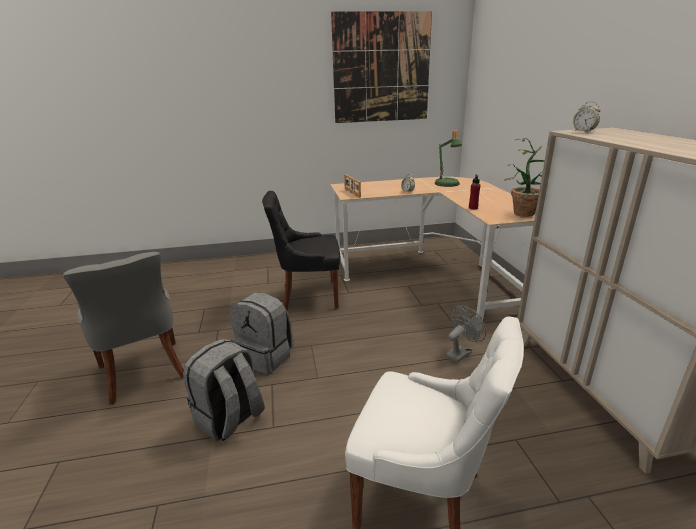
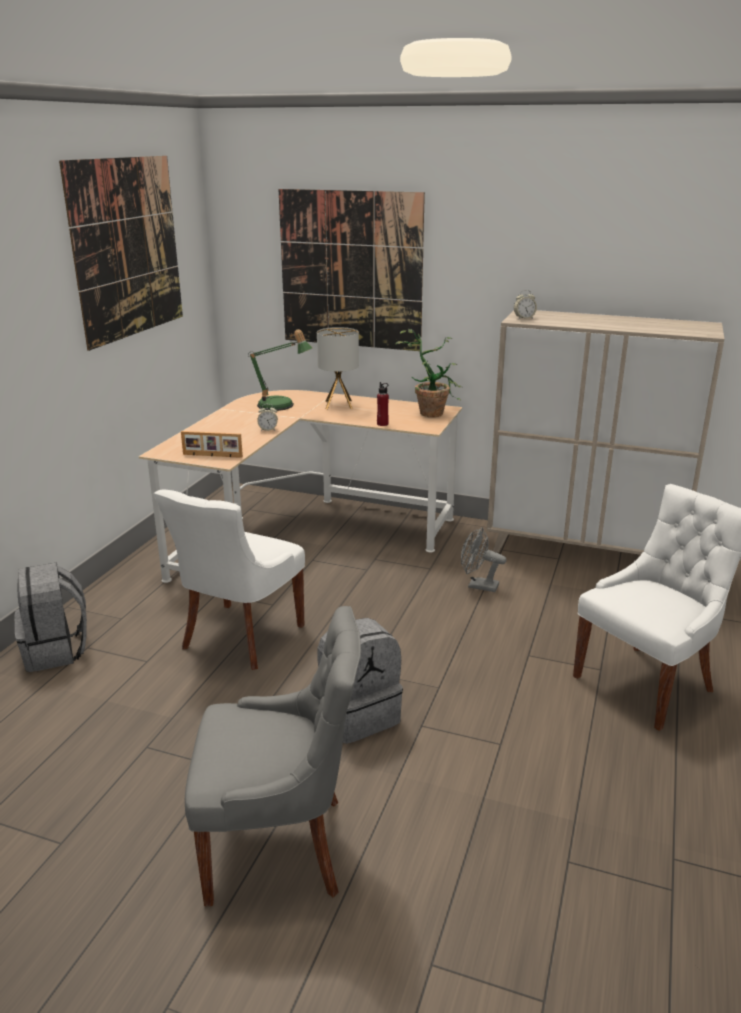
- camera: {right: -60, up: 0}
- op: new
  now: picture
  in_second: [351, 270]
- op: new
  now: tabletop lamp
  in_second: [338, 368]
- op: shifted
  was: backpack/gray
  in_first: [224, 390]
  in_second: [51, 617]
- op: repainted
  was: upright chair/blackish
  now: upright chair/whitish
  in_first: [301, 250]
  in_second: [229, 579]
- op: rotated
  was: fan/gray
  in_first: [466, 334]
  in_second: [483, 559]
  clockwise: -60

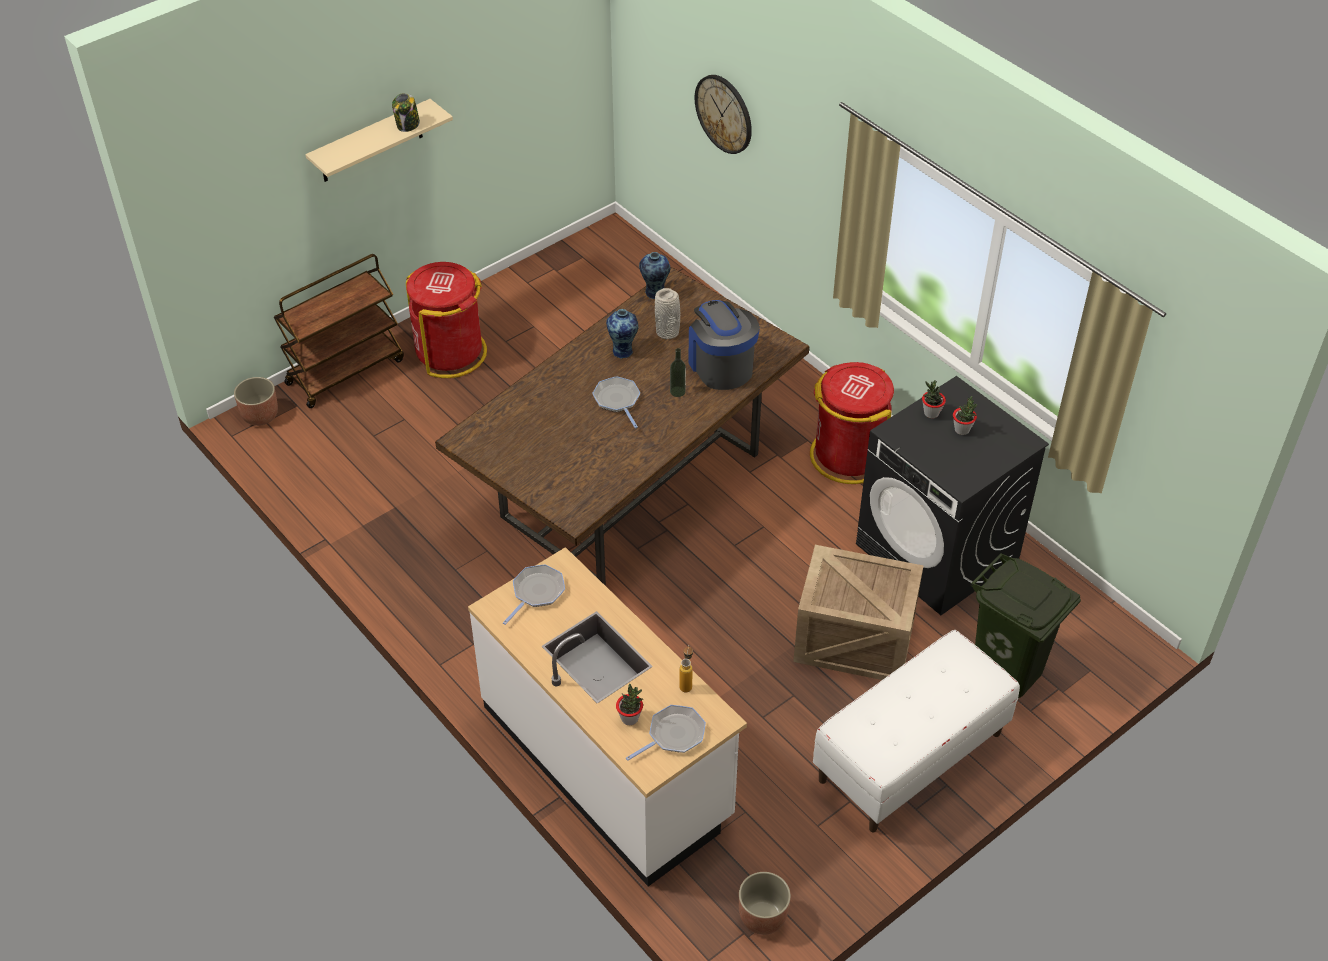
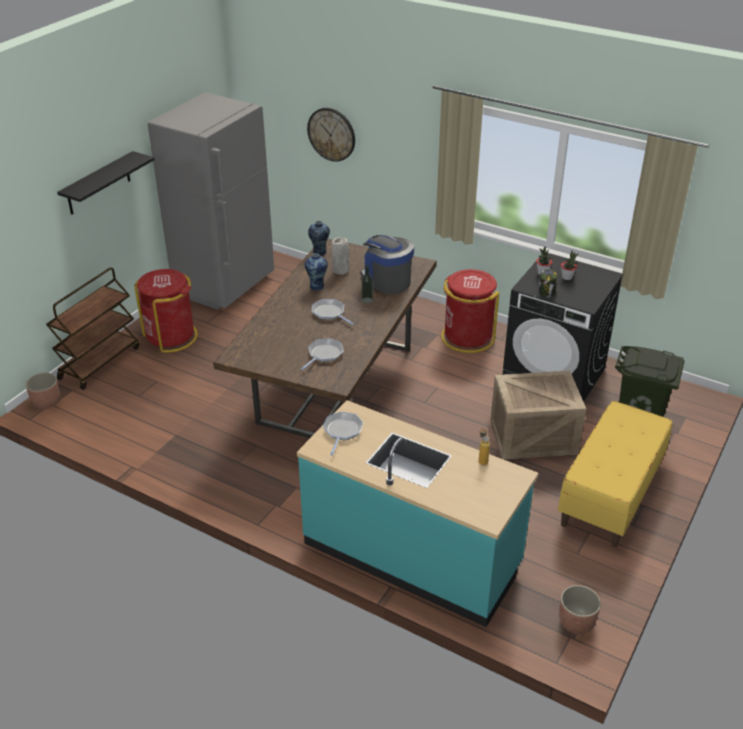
- camera: {right: -20, up: -10}
- op: gone
  was: plant in a pot
  in_first: [629, 704]
- op: new
  now: kitchen fridge/gray
  in_second: [211, 201]
- op: shifted
  was: storage jar
  in_first: [406, 112]
  in_second: [548, 283]
- op: shifted
  was: pan
  in_first: [666, 733]
  in_second: [322, 354]
- op: repainted
  was: shelf/sand-coloured
  now: shelf/blackish
  in_first: [379, 140]
  in_second: [105, 182]
- op: repainted
  was: counter/whitish
  now: counter/turquoise
  in_first: [607, 716]
  in_second: [417, 513]
- op: repainted
  was: indoor bench/whitish
  now: indoor bench/yellow-coloured
  in_first: [916, 731]
  in_second: [615, 474]

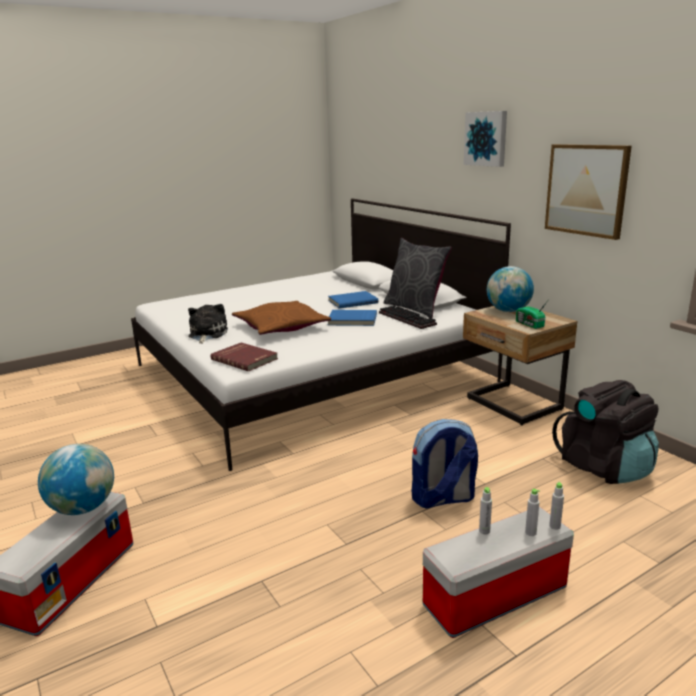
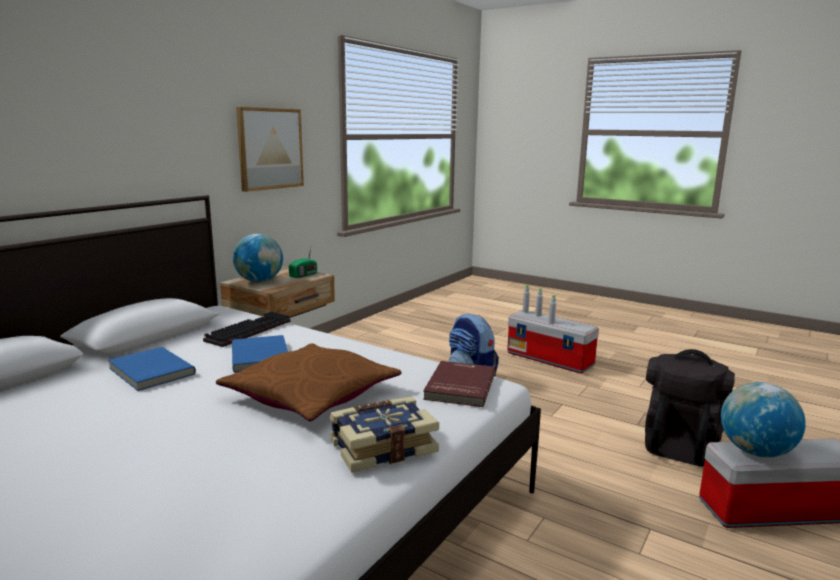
- camera: {right: -115, up: -5}
- op: gone
  was: cushion/gray
  in_first: [418, 278]
- op: gone
  was: picture
  in_first: [485, 139]
- op: shifted
  was: backpack/blackish
  in_first: [605, 432]
  in_second: [690, 408]
- op: swapped
  was: soft toy
  now: book
  in_first: [208, 324]
  in_second: [384, 434]

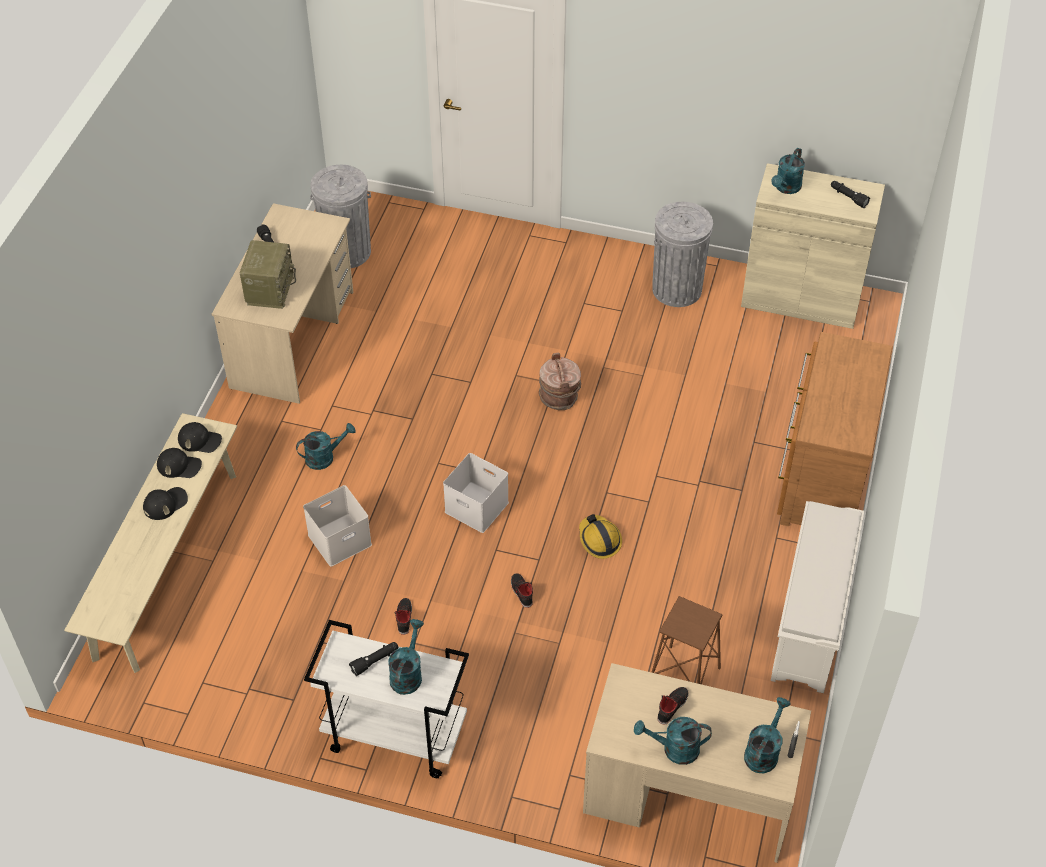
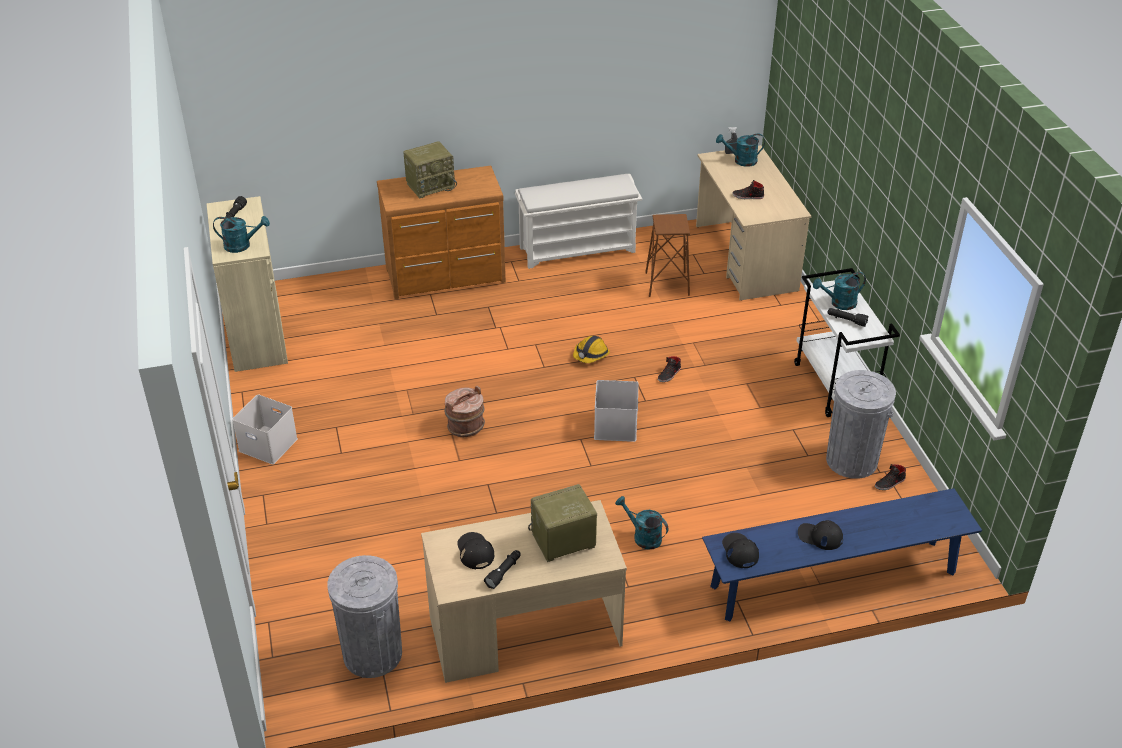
- camera: {right: -120, up: -10}
- op: gone
  was: sprinkling can/turquoise
  in_first: [673, 741]
- op: new
  now: radio
  in_second: [430, 169]
- op: shifted
  was: peaked cap/blackish
  in_first: [179, 463]
  in_second: [475, 550]
- op: shifted
  was: storage container/whitish
  in_first: [337, 525]
  in_second: [265, 429]
- op: shifted
  was: low shoe/blackish
  in_first: [403, 616]
  in_second: [890, 477]
- op: shifted
  was: trash can/gray
  in_first: [682, 254]
  in_second: [861, 424]
- op: repainted
  was: indoor bench/sand-coloured
  now: indoor bench/bluish
  in_first: [150, 543]
  in_second: [842, 554]

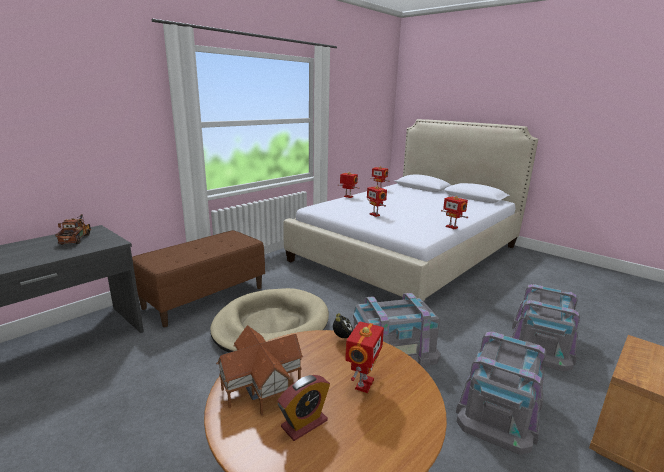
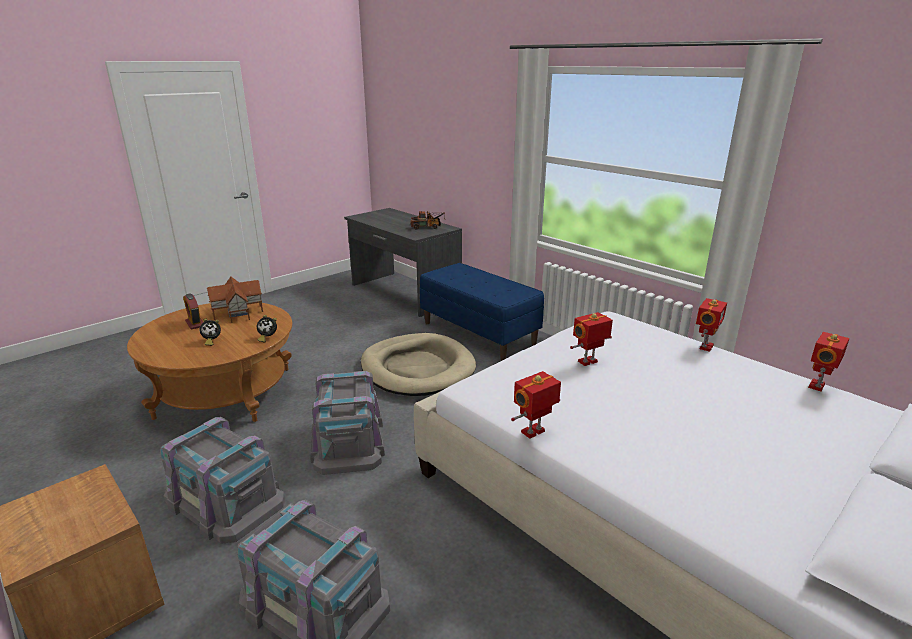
- camera: {right: 95, up: 5}
- op: swapped
  was: robot figure
  now: alarm clock
  in_first: [364, 357]
  in_second: [210, 332]
- op: repainted
  was: indoor bench/brown-coloured
  now: indoor bench/bluish
  in_first: [198, 278]
  in_second: [482, 312]

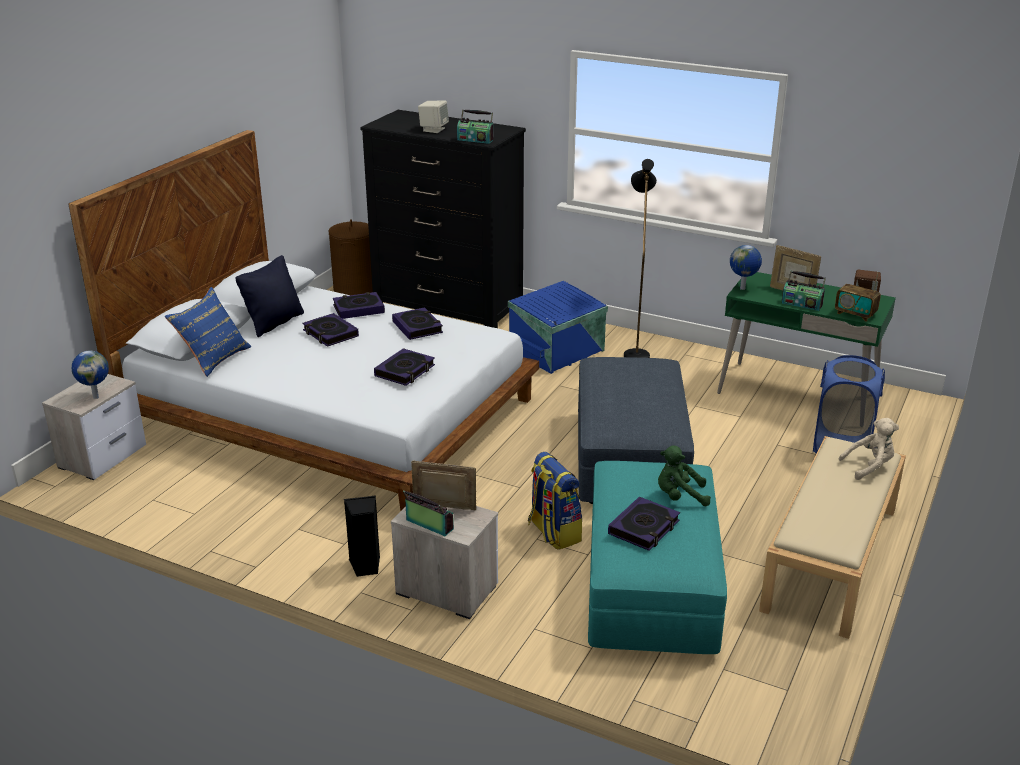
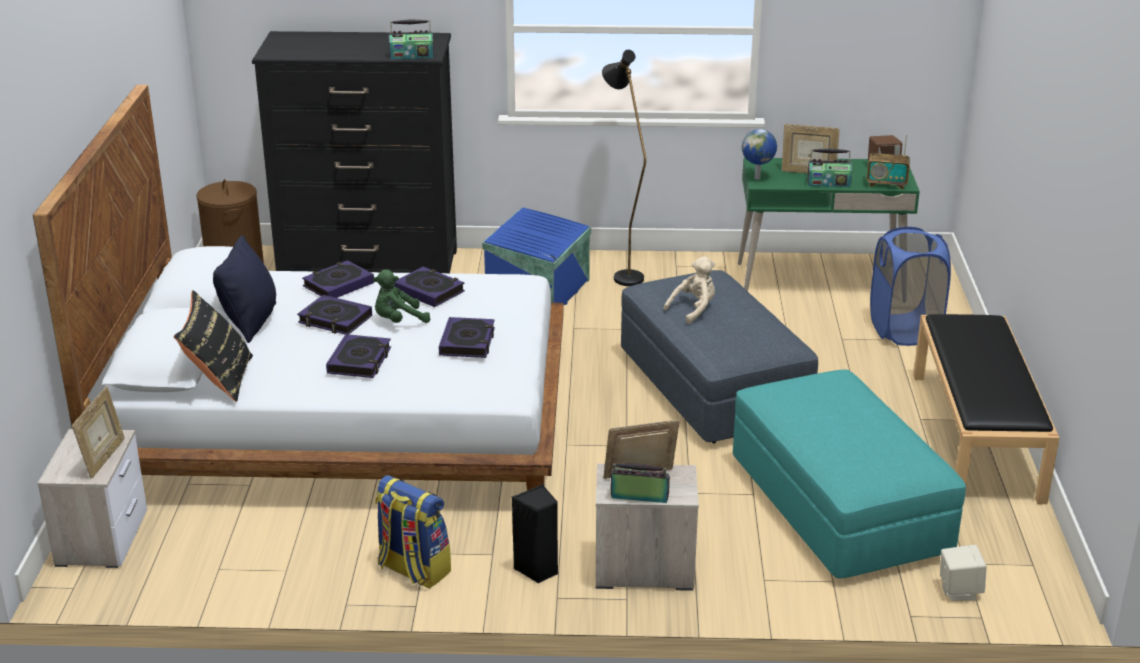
- camera: {right: -25, up: 0}
- op: shifted
  was: audio speaker/sand-coloured
  in_first: [433, 117]
  in_second: [963, 573]
- op: shifted
  was: backpack
  in_first: [555, 501]
  in_second: [413, 532]
- op: shifted
  was: book
  in_first: [644, 524]
  in_second: [358, 356]
- op: shifted
  was: soft toy/green-coloured
  in_first: [684, 475]
  in_second: [401, 296]
- op: shifted
  was: soft toy/sand-coloured
  in_first: [869, 449]
  in_second: [690, 290]
- op: swapped
  was: world globe
  now: photo frame
  in_first: [90, 374]
  in_second: [98, 432]
- op: repainted
  was: cushion/bluish
  now: cushion/blackish
  in_first: [208, 332]
  in_second: [213, 346]
- op: repainted
  was: indoor bench/sand-coloured
  now: indoor bench/blackish
  in_first: [832, 537]
  in_second: [986, 409]

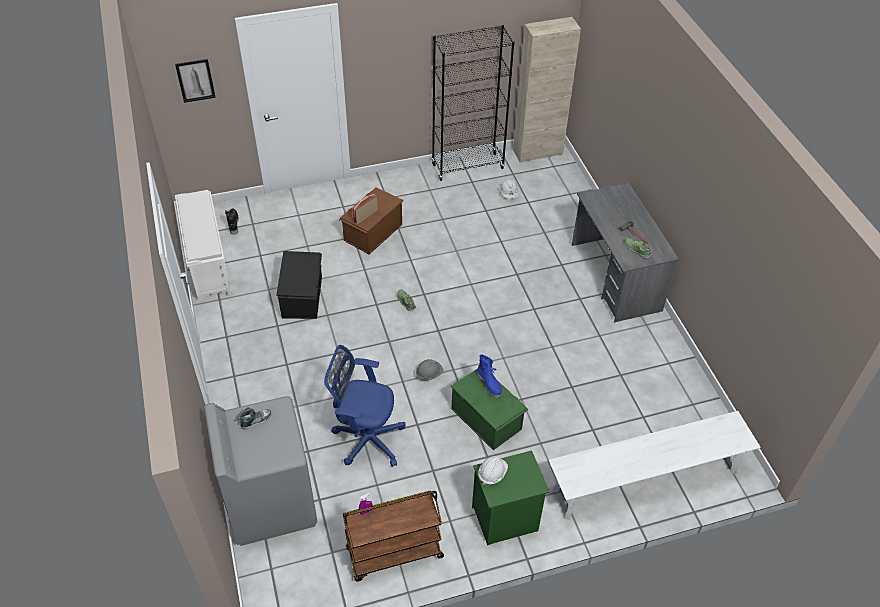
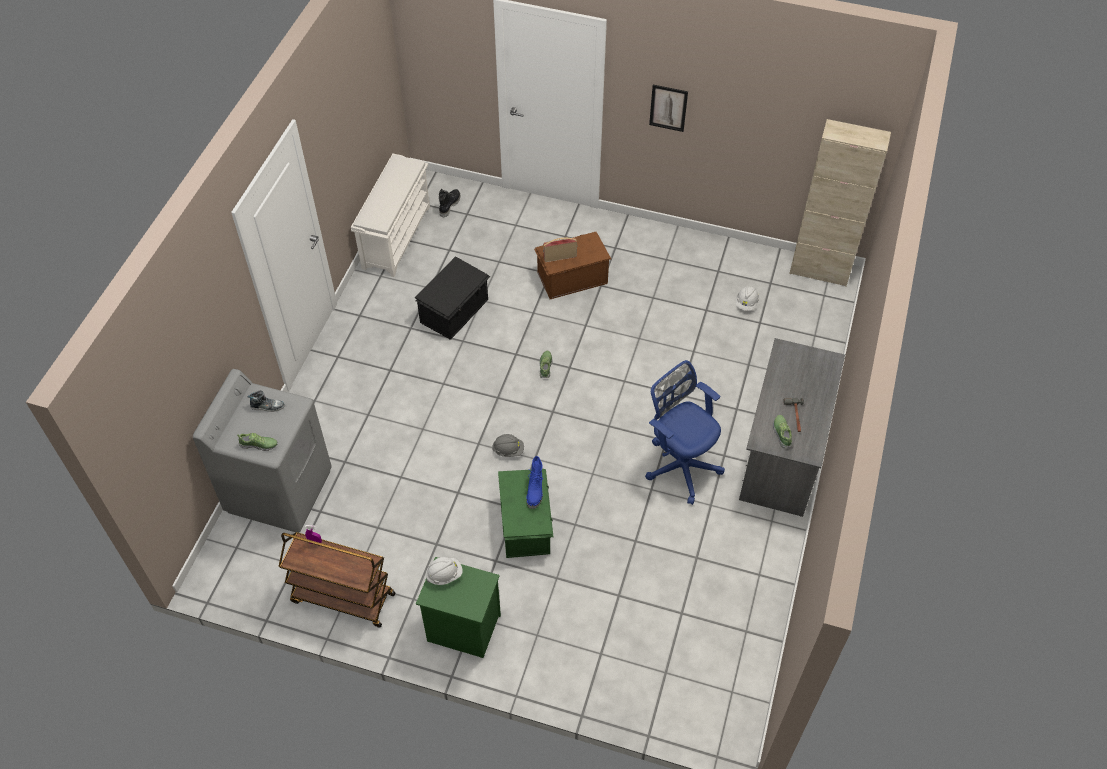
- camera: {right: 35, up: 5}
- op: gone
  was: shelving unit/blackish
  in_first: [473, 103]
- op: gone
  was: indoor bench/whitish
  in_first: [655, 465]
- op: new
  now: low shoe
  in_second: [257, 442]
- op: shifted
  was: picture
  in_first: [195, 81]
  in_second: [668, 108]
- op: shifted
  was: office chair/bluish
  in_first: [365, 406]
  in_second: [685, 432]

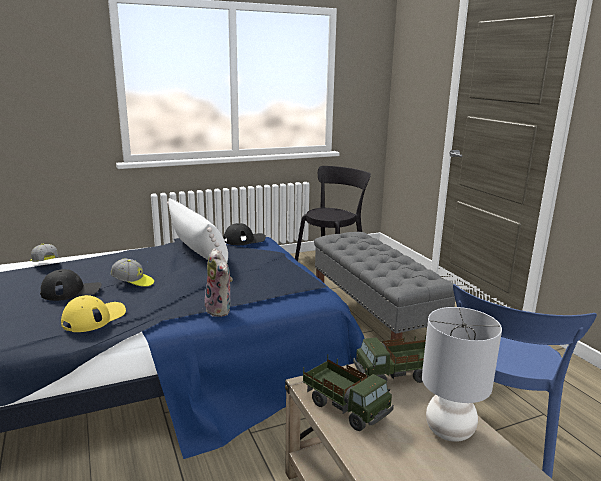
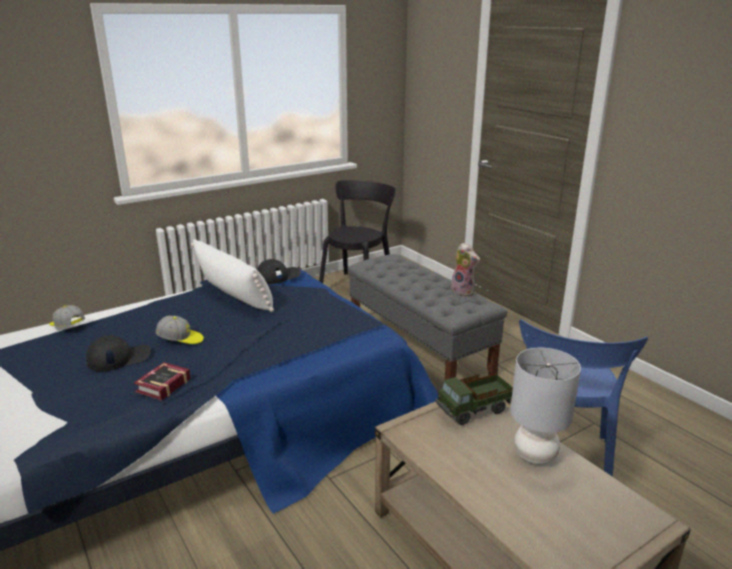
- camera: {right: -10, up: 5}
- op: gone
  was: model truck
  in_first: [348, 392]
- op: shifted
  was: soft toy
  in_first: [219, 282]
  in_second: [465, 270]
- op: swapped
  was: peaked cap/yellow-coloured
  now: book
  in_first: [93, 313]
  in_second: [162, 381]

